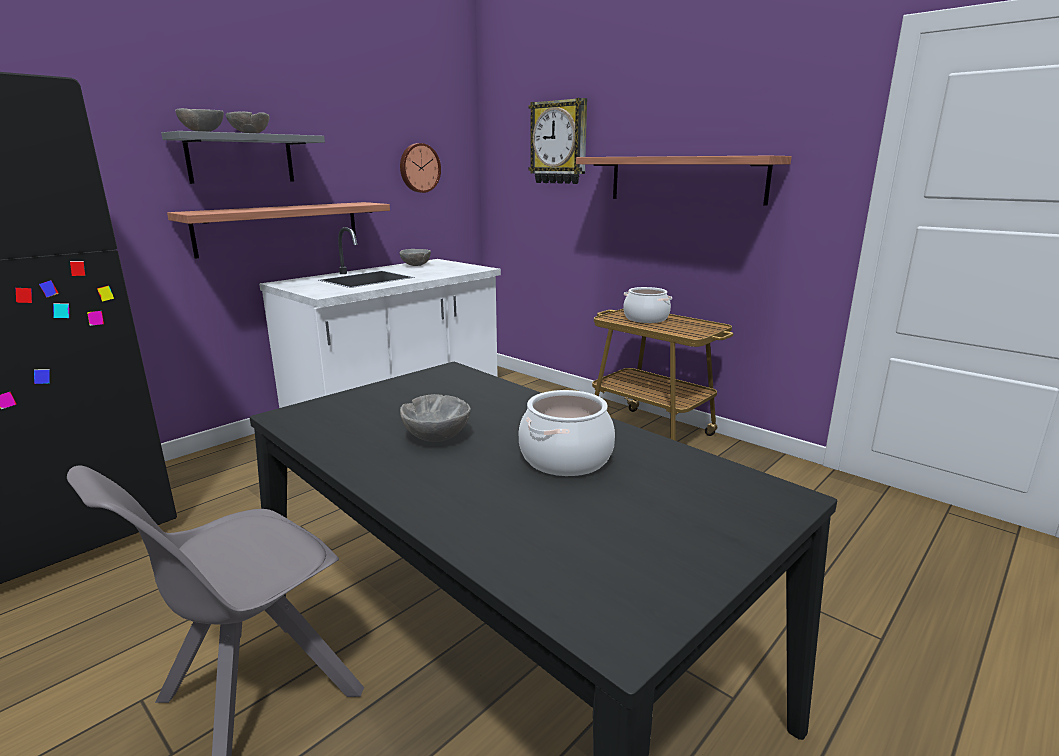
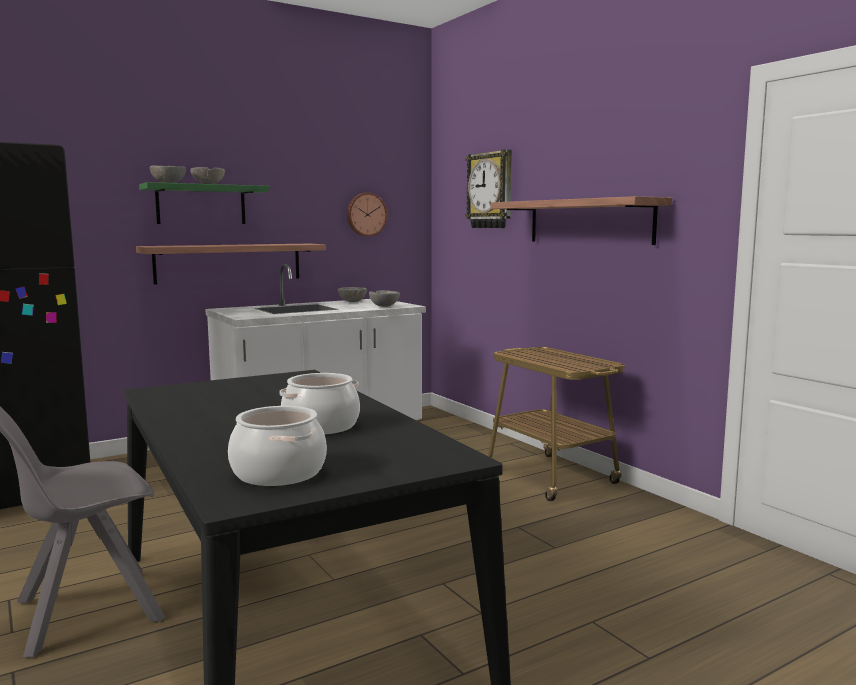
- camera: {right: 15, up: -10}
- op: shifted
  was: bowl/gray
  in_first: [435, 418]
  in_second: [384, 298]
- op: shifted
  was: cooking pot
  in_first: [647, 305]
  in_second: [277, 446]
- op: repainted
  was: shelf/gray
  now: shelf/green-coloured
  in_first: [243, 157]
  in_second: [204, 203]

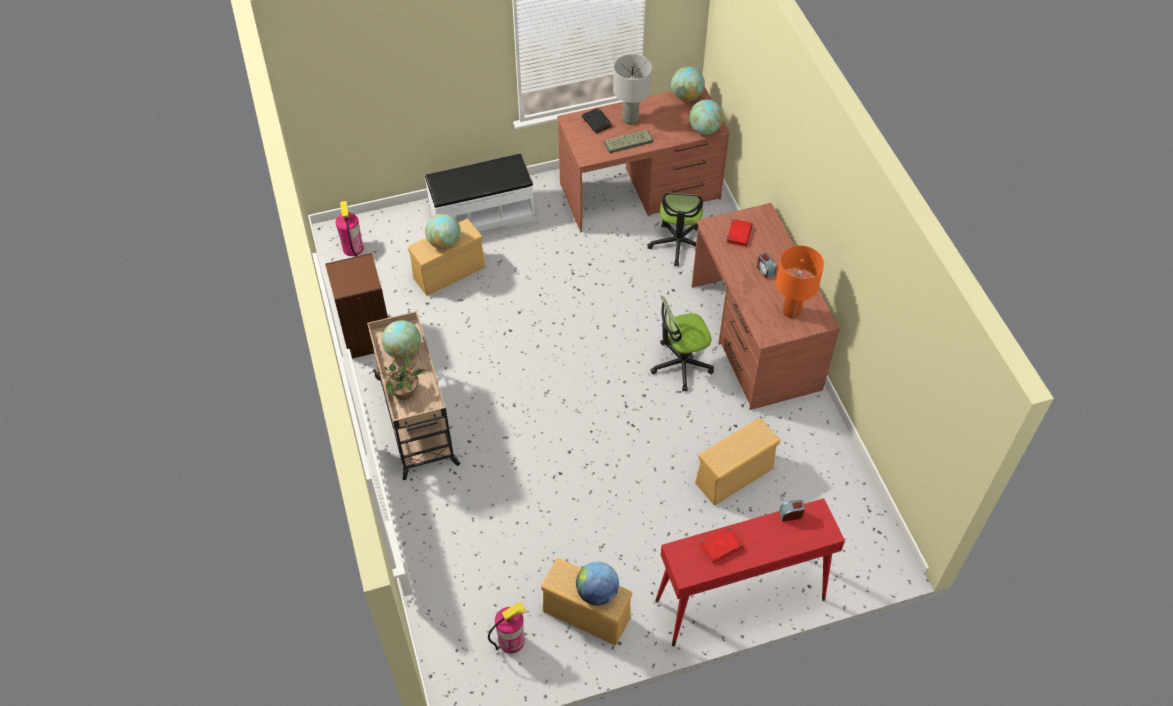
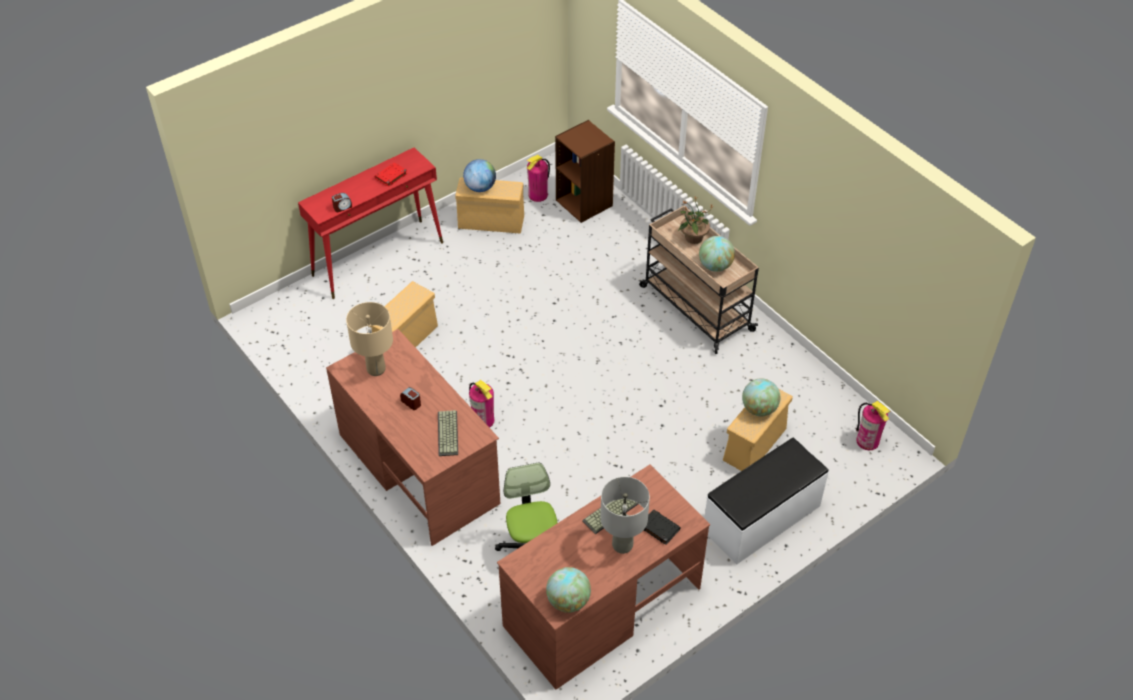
- camera: {right: 160, up: -5}
- op: gone
  was: world globe
  in_first: [706, 117]
- op: shifted
  was: shelving unit/brown-coloured
  in_first: [356, 306]
  in_second: [585, 171]
- op: swapped
  was: office chair
  now: extinguisher
  in_first: [682, 343]
  in_second: [481, 404]
- op: swapped
  was: book/reddish
  now: PC keyboard
  in_first: [740, 233]
  in_second: [448, 433]
- op: repainted
  was: tabletop lamp/orange-coloured
  now: tabletop lamp/sand-coloured
  in_first: [800, 281]
  in_second: [369, 339]

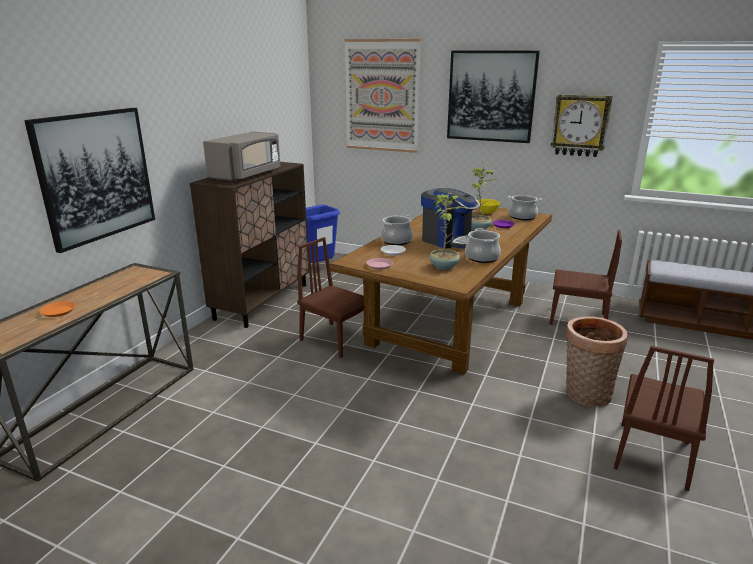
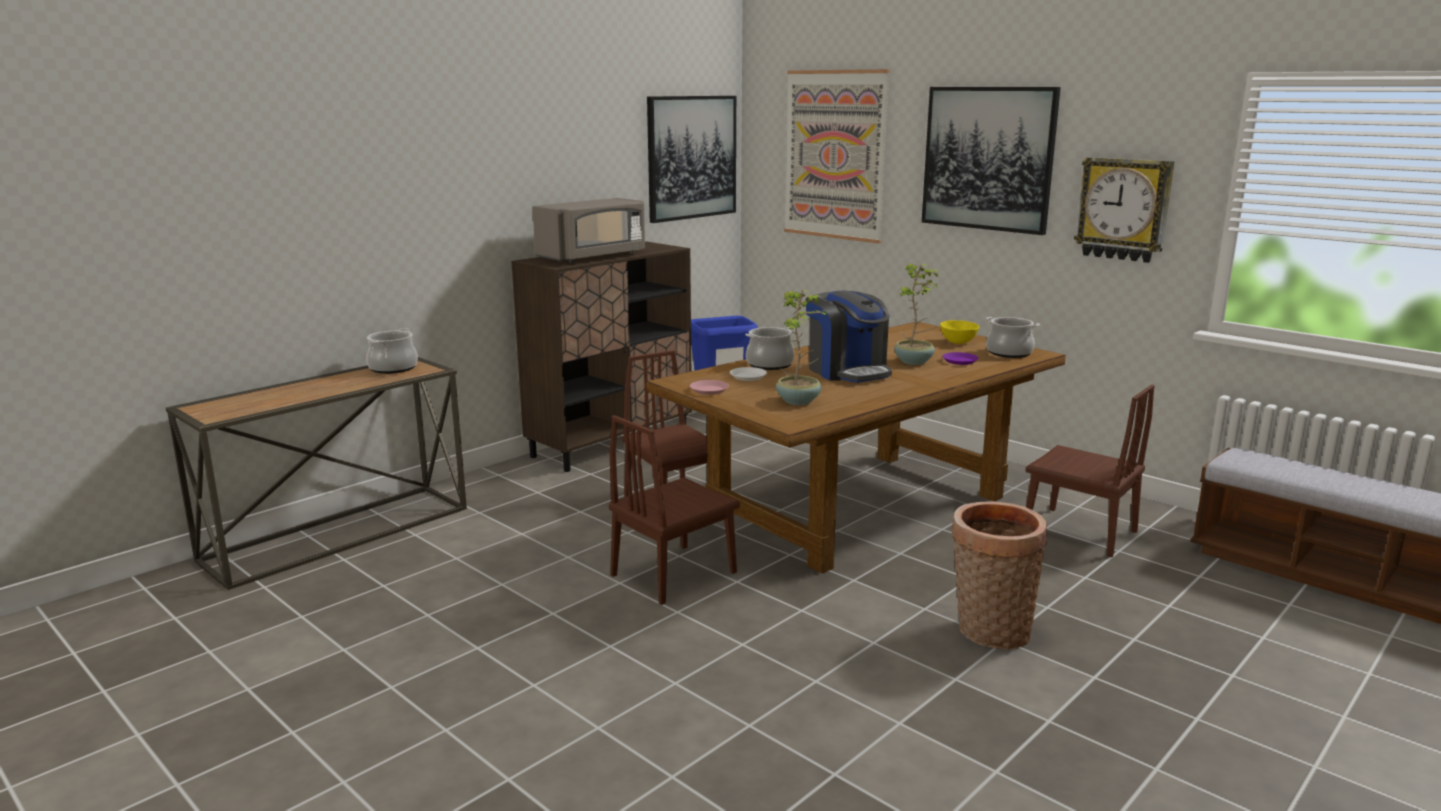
- camera: {right: 20, up: -5}
- op: gone
  was: plate/orange-coloured
  in_first: [57, 309]
- op: shifted
  was: picture
  in_first: [89, 180]
  in_second: [691, 159]
- op: shifted
  was: cooking pot
  in_first: [483, 245]
  in_second: [392, 351]
- op: shifted
  was: upright chair/brown-coloured
  in_first: [664, 418]
  in_second: [674, 510]

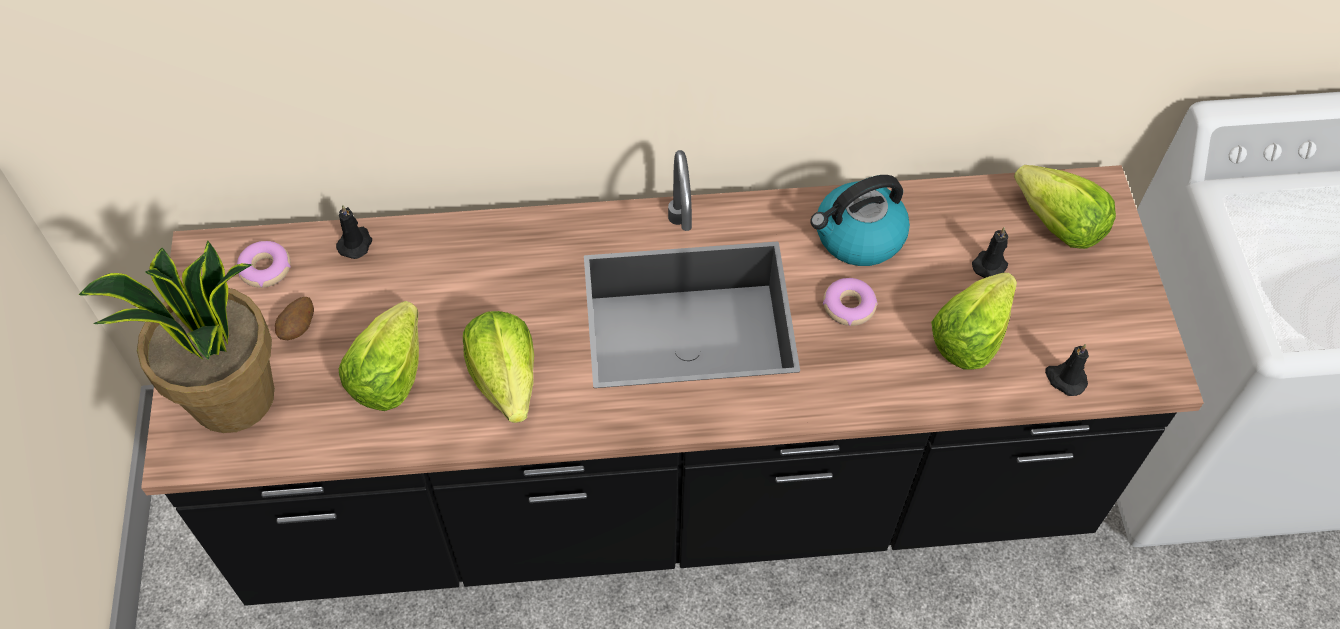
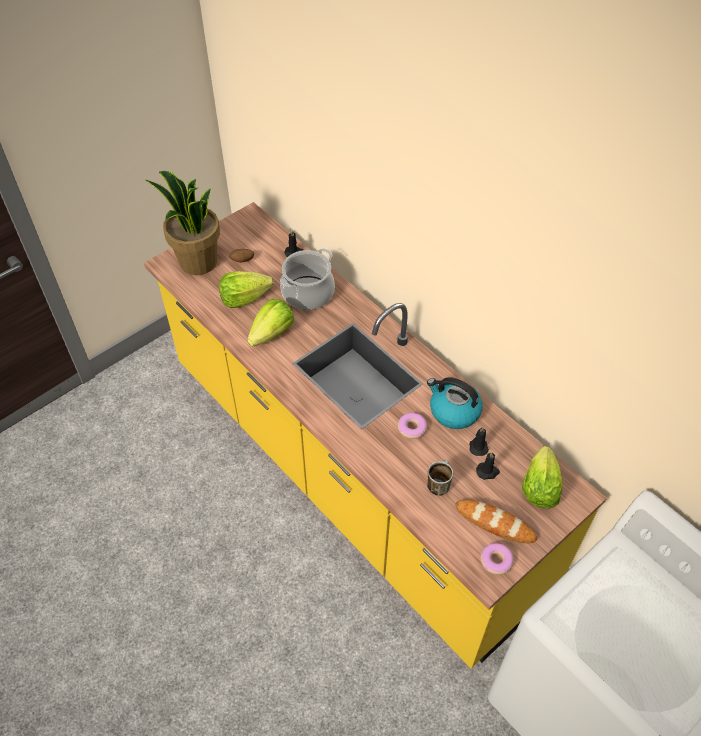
- camera: {right: 55, up: -5}
- op: new
  now: cooking pot
  in_second: [307, 279]
- op: new
  now: baked bread
  in_second: [496, 521]
- op: shifted
  was: donut
  in_first: [264, 264]
  in_second: [497, 559]
- op: shifted
  was: wax candle/blackish
  in_first: [1067, 370]
  in_second: [479, 441]
- op: swapped
  was: lettuce
  now: mug
  in_first: [974, 321]
  in_second: [440, 478]
- op: repainted
  was: counter/blackish
  now: counter/yellow-coloured
  in_first: [672, 378]
  in_second: [375, 435]

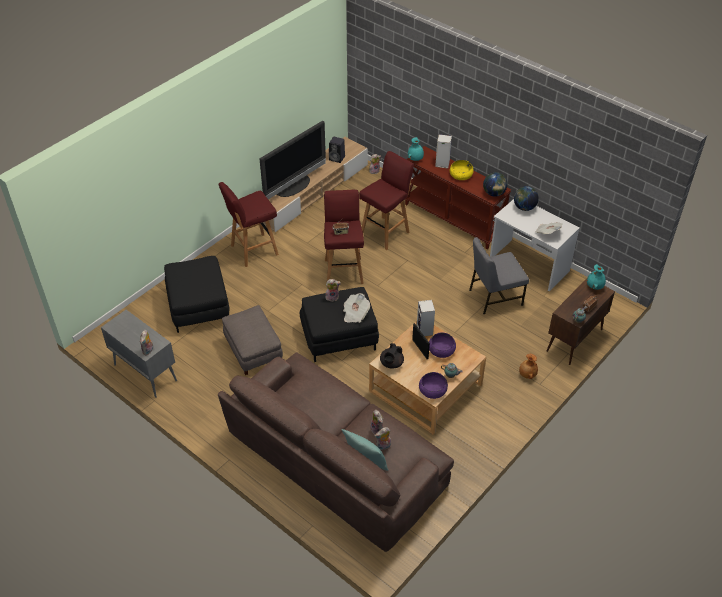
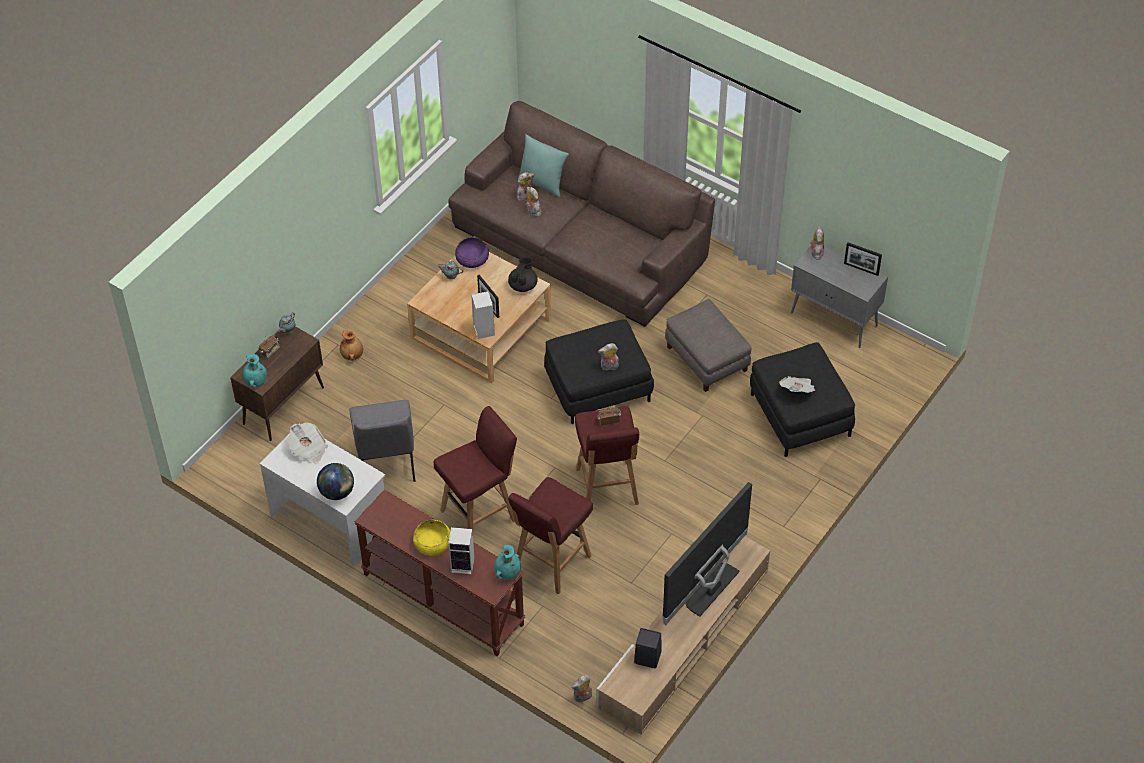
- camera: {right: 175, up: 5}
- op: gone
  was: bowl/purple
  in_first: [442, 345]
- op: gone
  was: world globe
  in_first: [495, 184]
- op: new
  now: photo frame
  in_second: [863, 259]
- op: shifted
  was: sitting stool/reddish
  in_first: [248, 224]
  in_second: [475, 468]
- op: shifted
  was: printed paper
  in_first: [356, 308]
  in_second: [797, 384]
- op: rotated
  was: upright chair/gray
  in_first: [499, 275]
  in_second: [383, 441]
  clockwise: 105

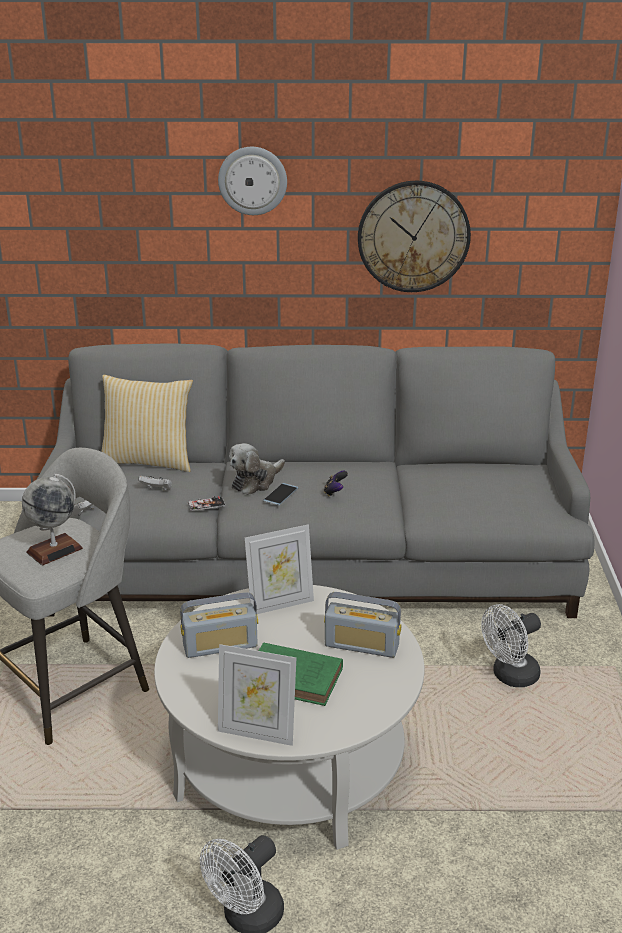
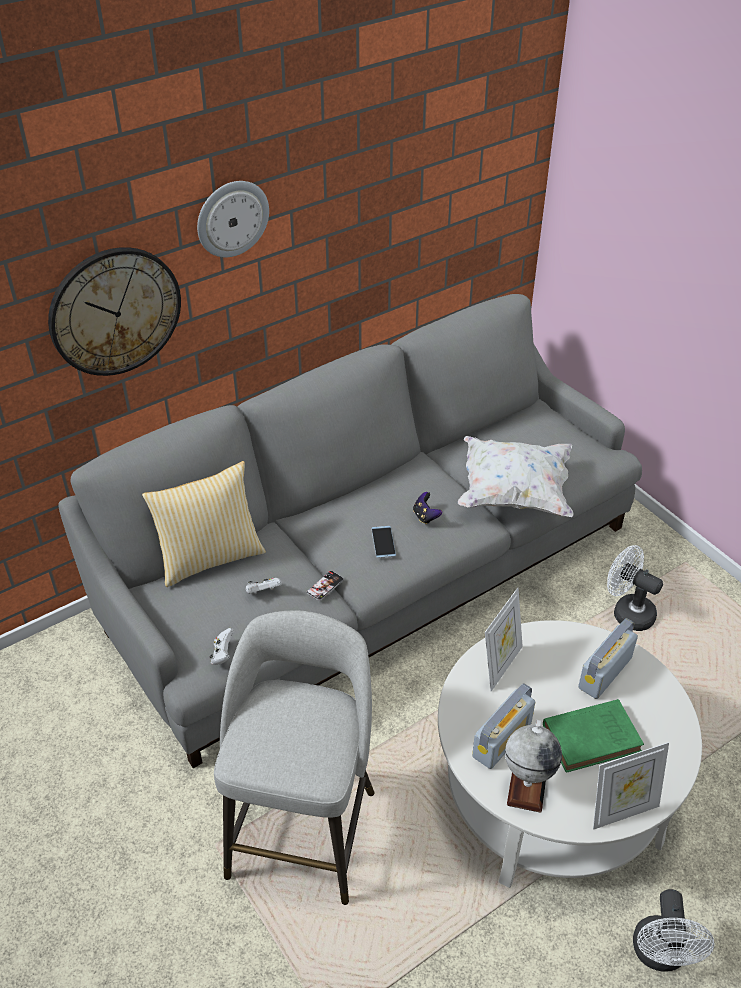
- camera: {right: -35, up: 15}
- op: gone
  was: soft toy
  in_first: [257, 469]
- op: new
  now: cushion/whitish
  in_second: [516, 476]
- op: shifted
  was: world globe
  in_first: [52, 520]
  in_second: [533, 766]
- op: shifted
  was: wall clock
  in_first: [414, 236]
  in_second: [114, 311]
- op: rotated
  was: radio
  in_first: [362, 625]
  in_second: [608, 658]
  clockwise: 150
- op: rotated
  was: fan/whitish
  in_first: [511, 645]
  in_second: [635, 588]
  clockwise: 105

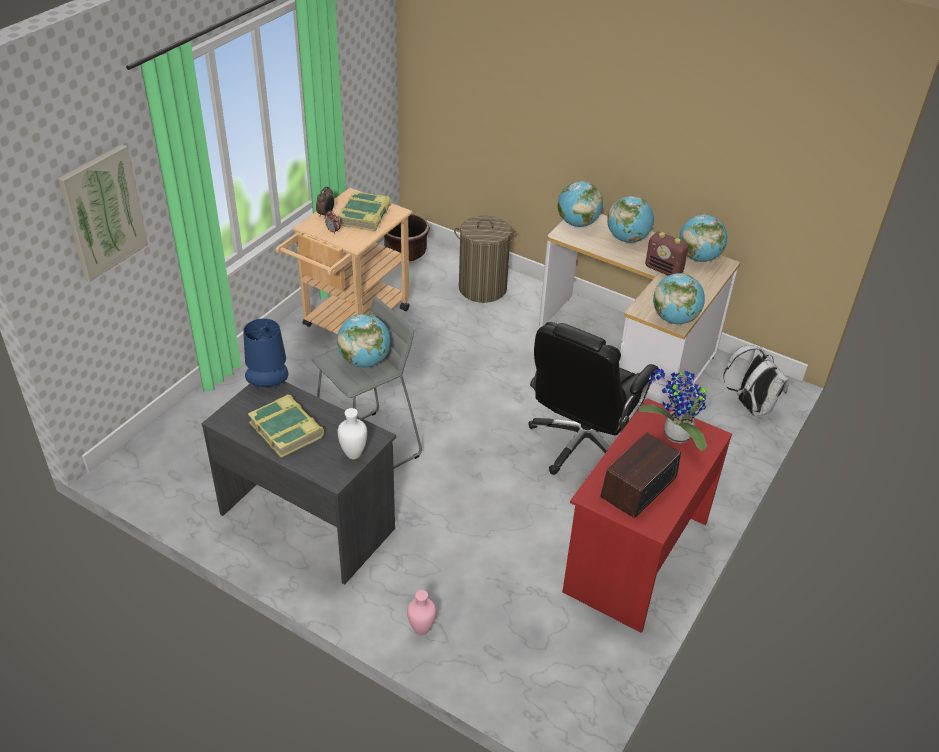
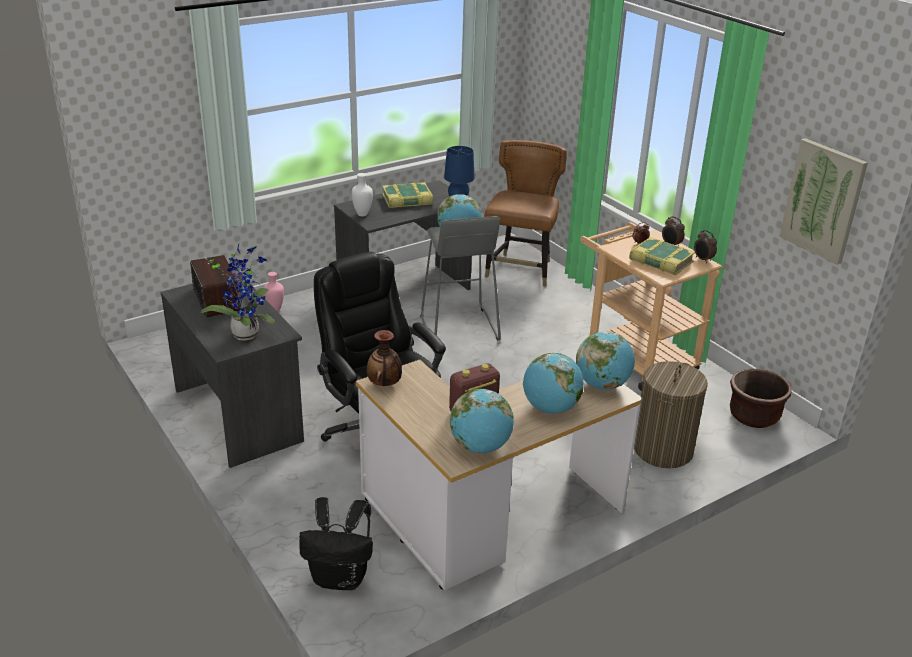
- camera: {right: 115, up: -10}
- op: new
  now: upright chair/brown-coloured
  in_second: [525, 213]
- op: new
  now: alarm clock
  in_second: [705, 246]
- op: shifted
  was: picture
  in_first: [103, 212]
  in_second: [823, 201]
- op: swapped
  was: world globe
  now: decorative vase
  in_first: [679, 298]
  in_second: [384, 358]
- op: repainted
  was: desk table/reddish
  now: desk table/gray
  in_first: [647, 515]
  in_second: [232, 370]
- op: repainted
  was: backpack/whitish
  now: backpack/blackish
  in_first: [756, 381]
  in_second: [336, 543]

